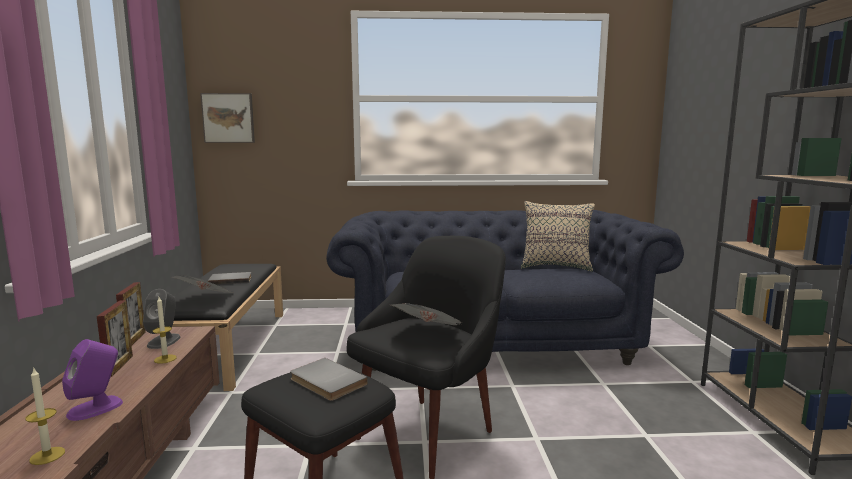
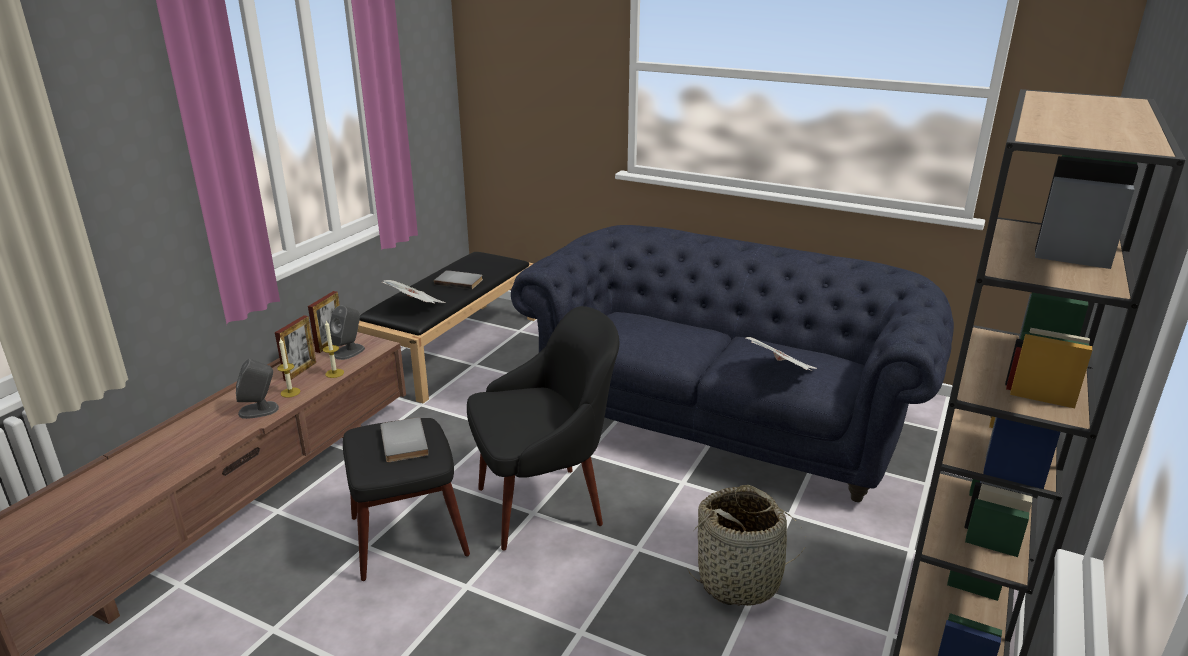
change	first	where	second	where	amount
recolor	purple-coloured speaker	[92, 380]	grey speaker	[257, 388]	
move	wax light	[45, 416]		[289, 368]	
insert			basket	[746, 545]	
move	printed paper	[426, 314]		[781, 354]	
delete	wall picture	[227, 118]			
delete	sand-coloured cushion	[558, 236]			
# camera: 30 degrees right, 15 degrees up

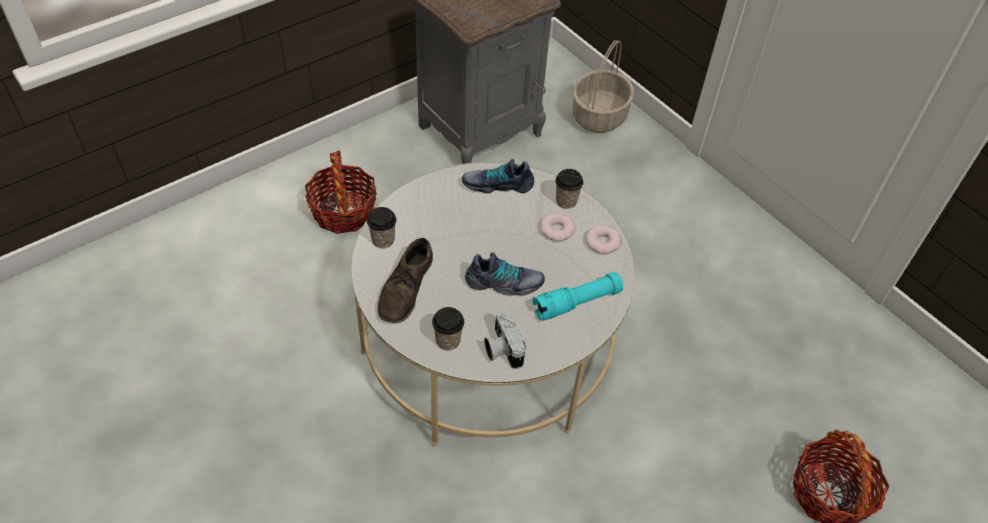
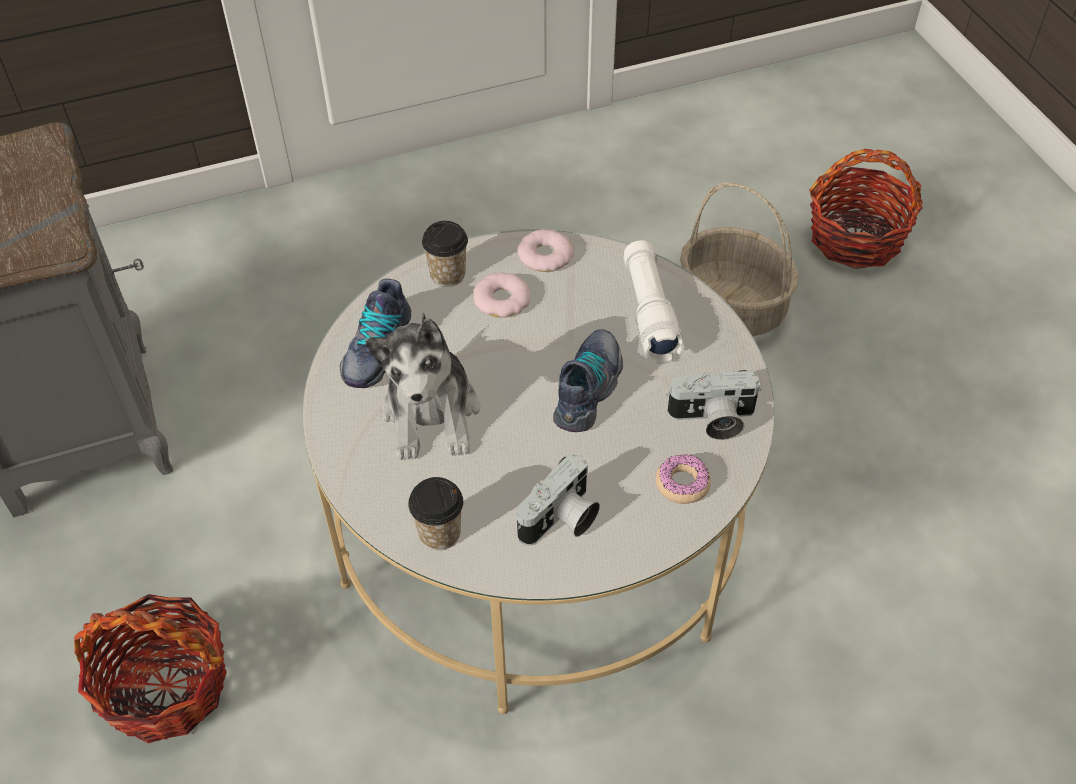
change	first	where	second	where	amount
insert			plush toy	[422, 386]	
replace	brownish item of footwear	[405, 280]	still camera	[558, 500]	
recolor	blue-green torch	[578, 296]	whitish torch	[654, 302]	
replace	cup	[448, 328]	doughnut	[683, 479]	
move	basket	[603, 86]		[739, 259]	
# camera: 70 degrees left, 0 degrees up

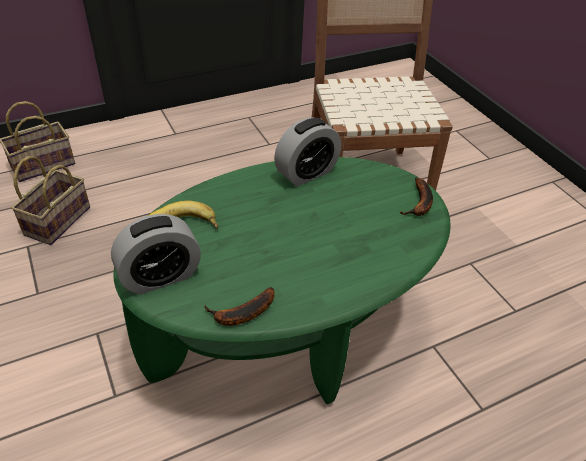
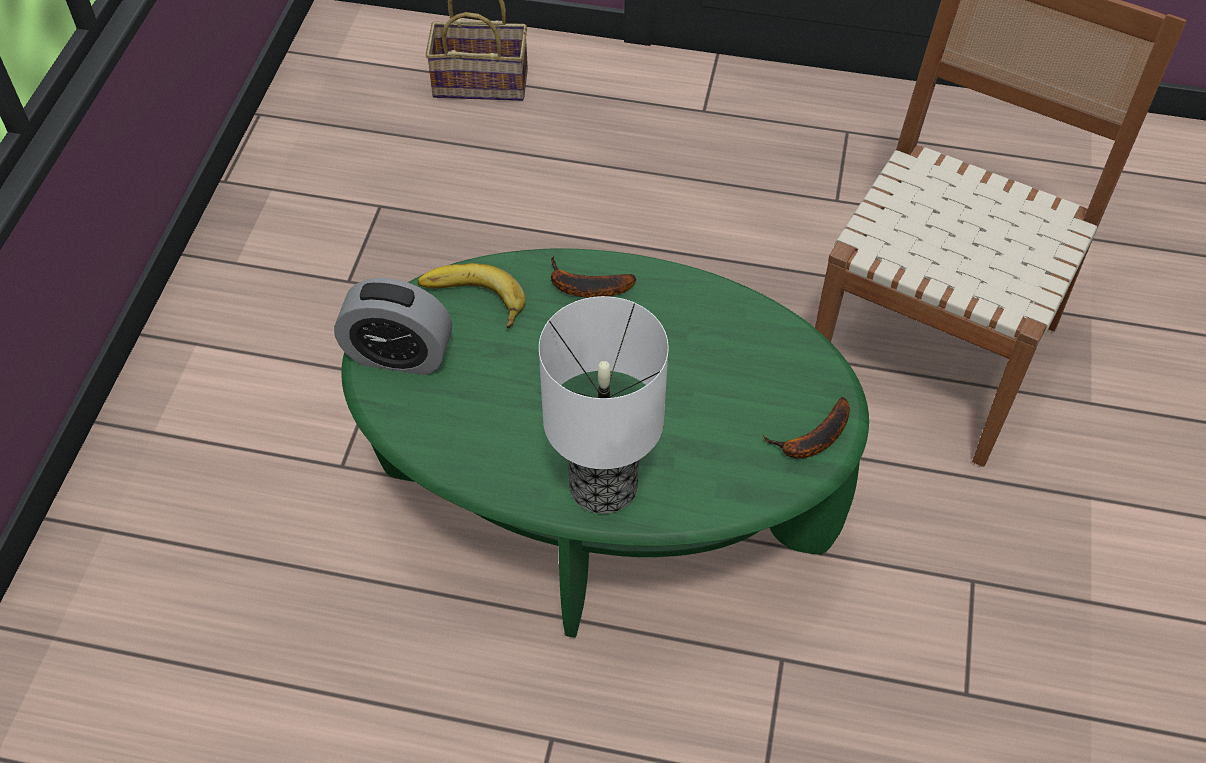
change	first	where	second	where	amount
insert			table lamp	[603, 405]	
move	banana	[239, 306]		[593, 277]	
delete	basket	[50, 200]			
delete	bedside clock	[307, 151]			
# camera: 40 degrees right, 10 degrees up

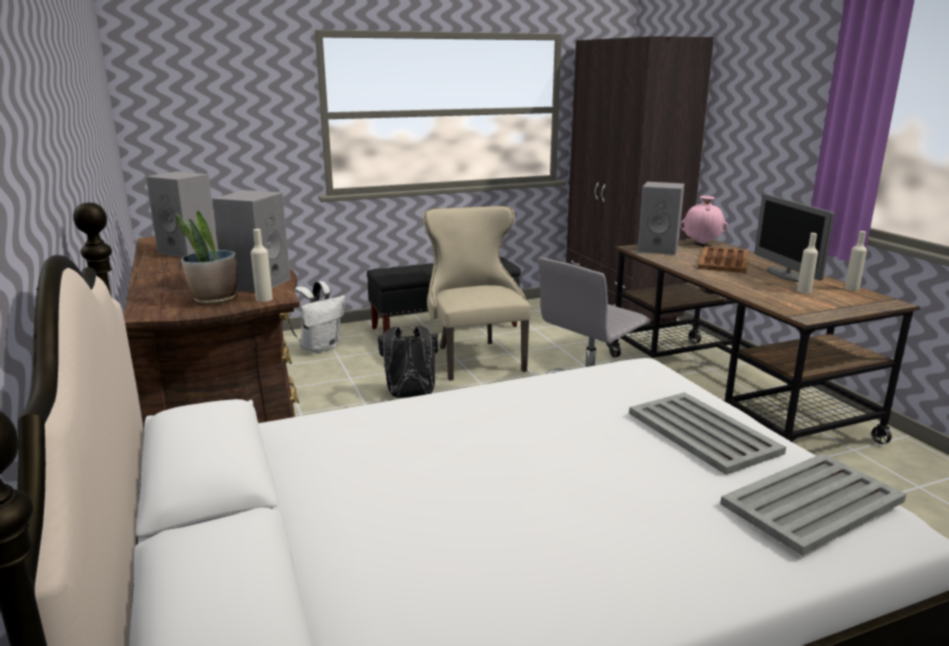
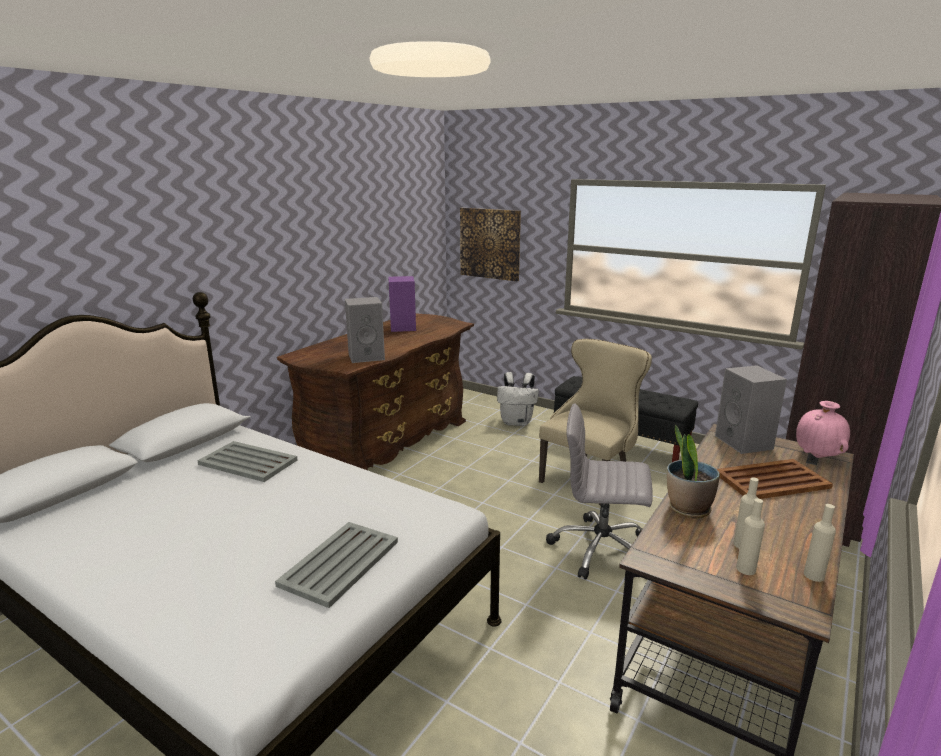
change	first	where	second	where	amount
move	grey carrying tray	[813, 504]		[247, 461]	
recolor	grey speaker	[182, 214]	purple-coloured speaker	[402, 304]	
insert			wall picture	[490, 244]	
move	plant in a pot	[206, 257]		[693, 472]	
move	sand-coloured bottle	[262, 265]		[750, 536]	
delete	black rucksack	[407, 362]			
delete	monitor	[794, 238]			
# camera: 55 degrees right, 0 degrees up

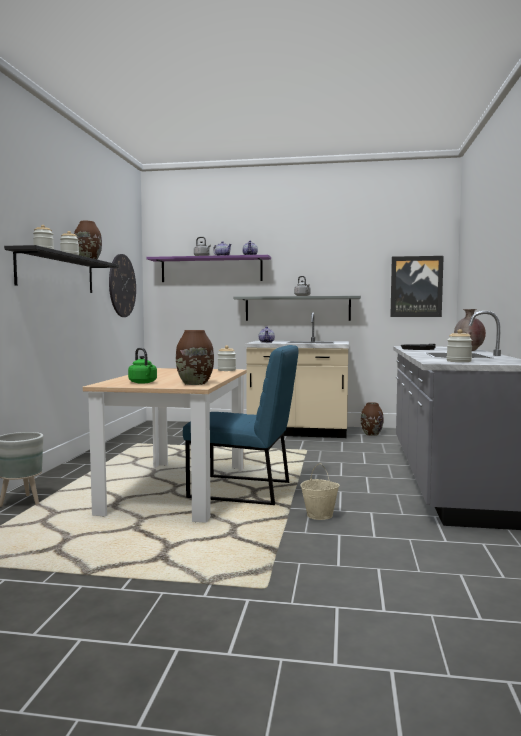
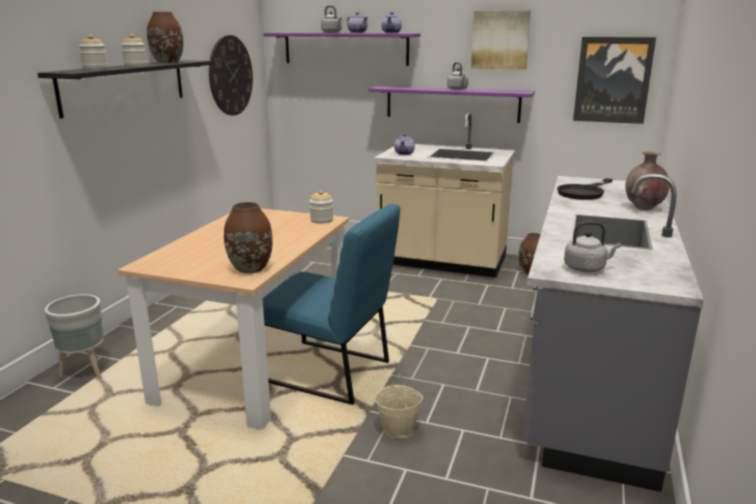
change	first	where	second	where	amount
recolor	grey shelf	[297, 308]	purple-coloured shelf	[452, 104]	
insert			wall picture	[501, 40]	
replace	preserve jar	[460, 345]	grey tea kettle	[592, 246]	
delete	green-coloured tea kettle	[142, 366]			
# camera: 10 degrees right, 15 degrees up

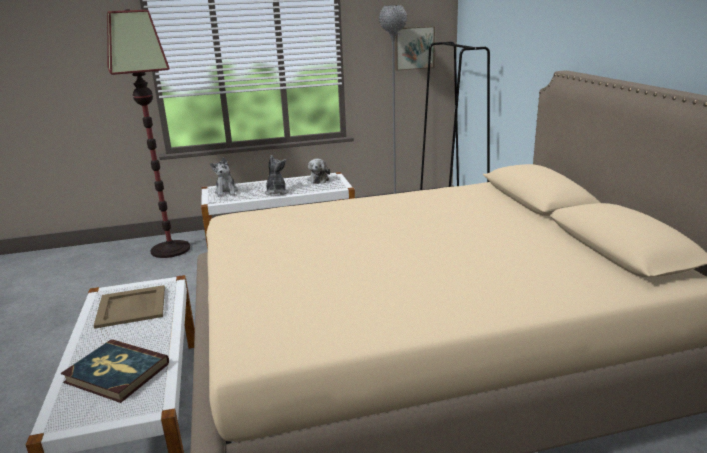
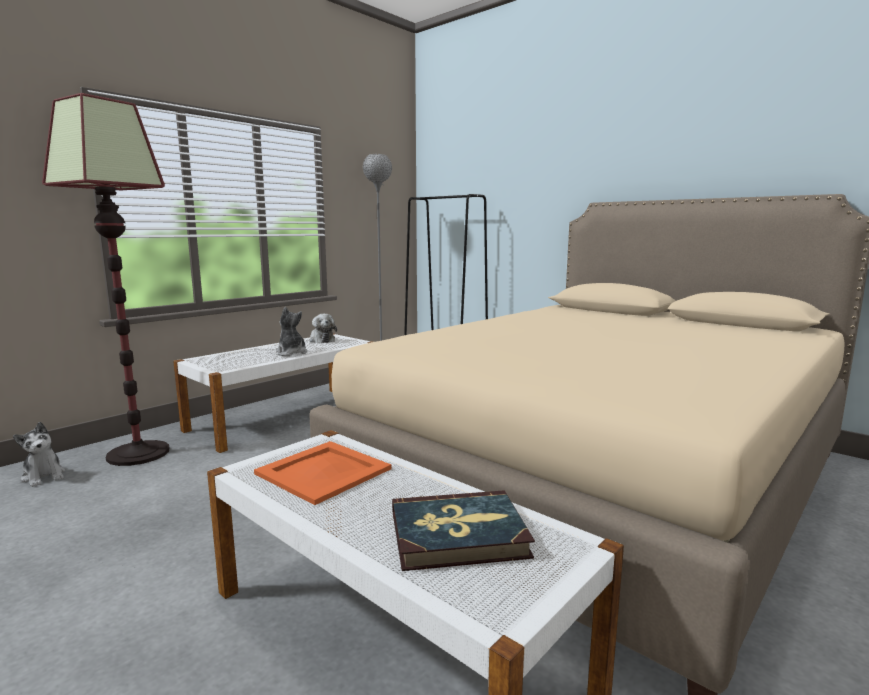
change	first	where	second	where	amount
move	plush toy	[224, 177]		[39, 454]	
recolor	sand-coloured carrying tray	[129, 307]	orangey carrying tray	[322, 473]	
delete	wall picture	[415, 48]			
# camera: 35 degrees left, 10 degrees down

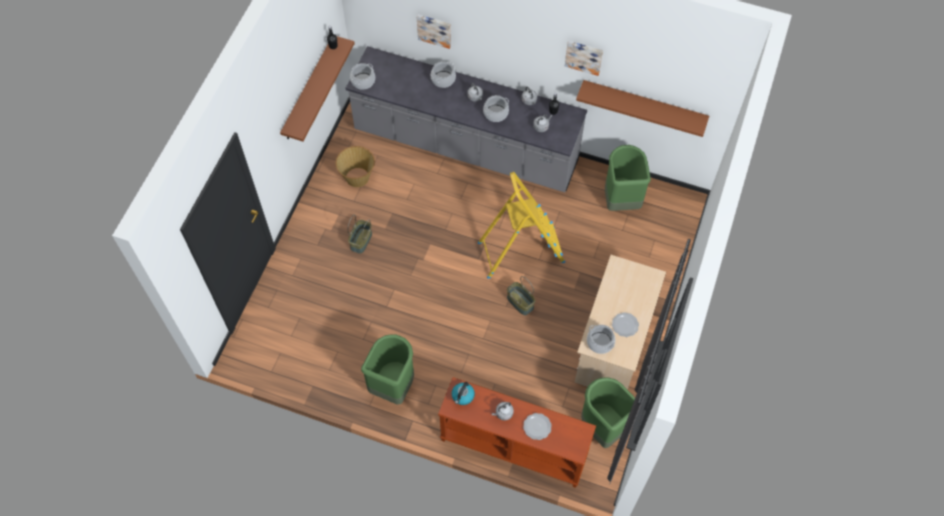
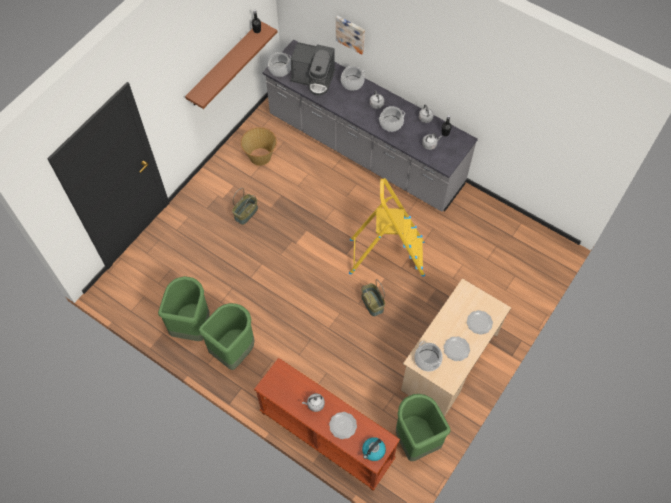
change	first	where	second	where	amount
move	green-coloured waste bin	[628, 178]		[184, 308]	
insert			coffee machine	[312, 69]	
move	tea kettle	[463, 393]		[374, 449]	
insert			plate	[480, 322]	
delete	wall picture	[584, 58]			
delete	brownish shelf	[642, 108]			
# camera: 15 degrees right, 0 degrees up

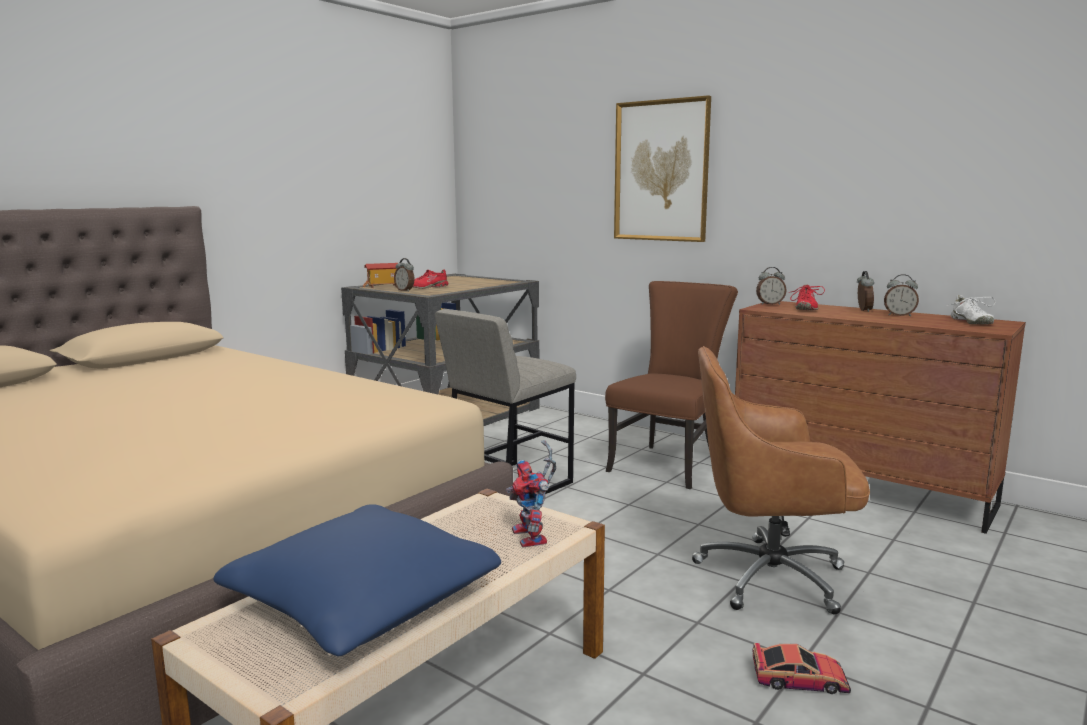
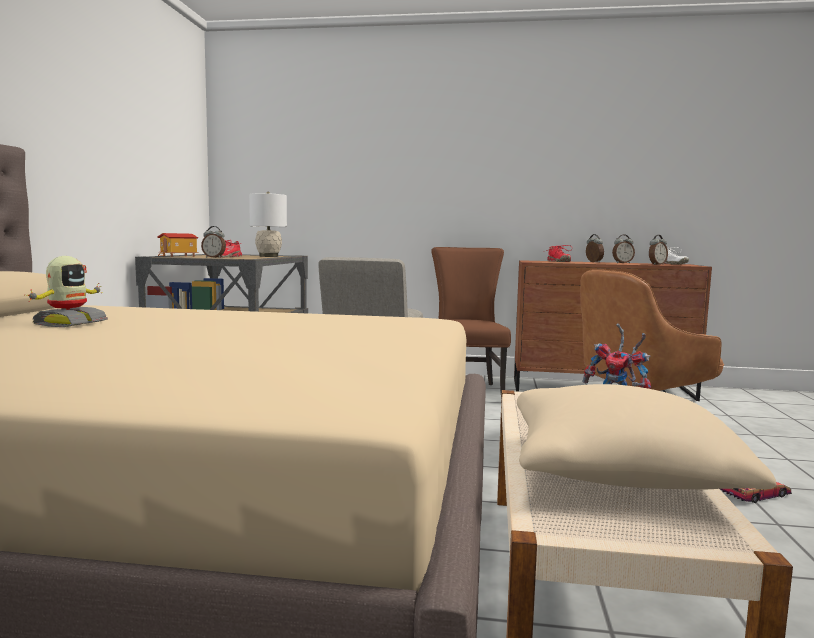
change	first	where	second	where	amount
insert			model robot	[67, 291]	
insert			whitish table lamp	[268, 224]	
recolor	blue cushion	[357, 580]	sand-coloured cushion	[646, 436]	
move	bedside clock	[771, 286]		[658, 250]	
delete	wall picture	[662, 168]			
# camera: 30 degrees left, 5 degrees down

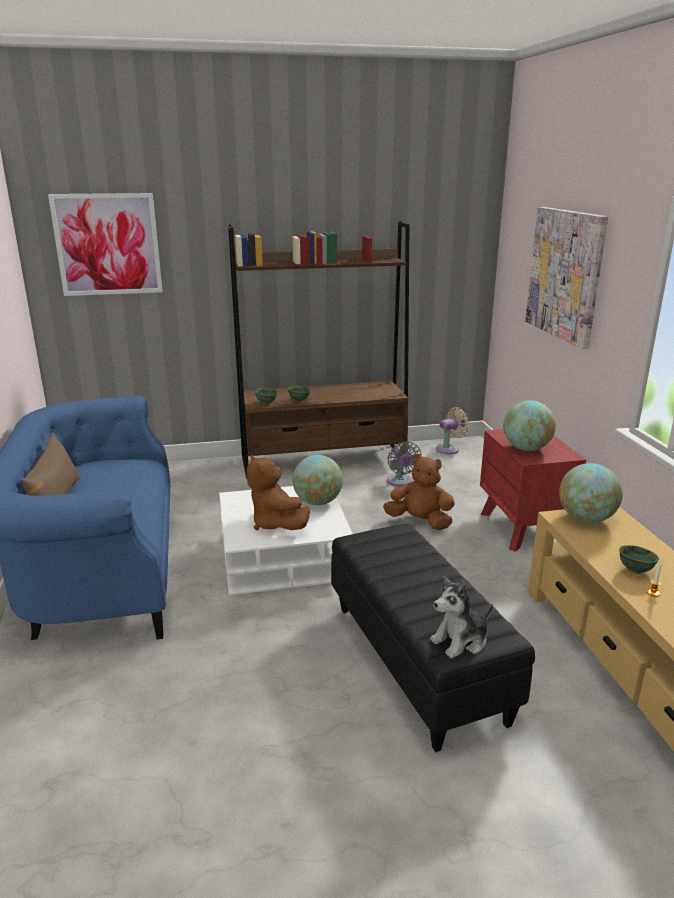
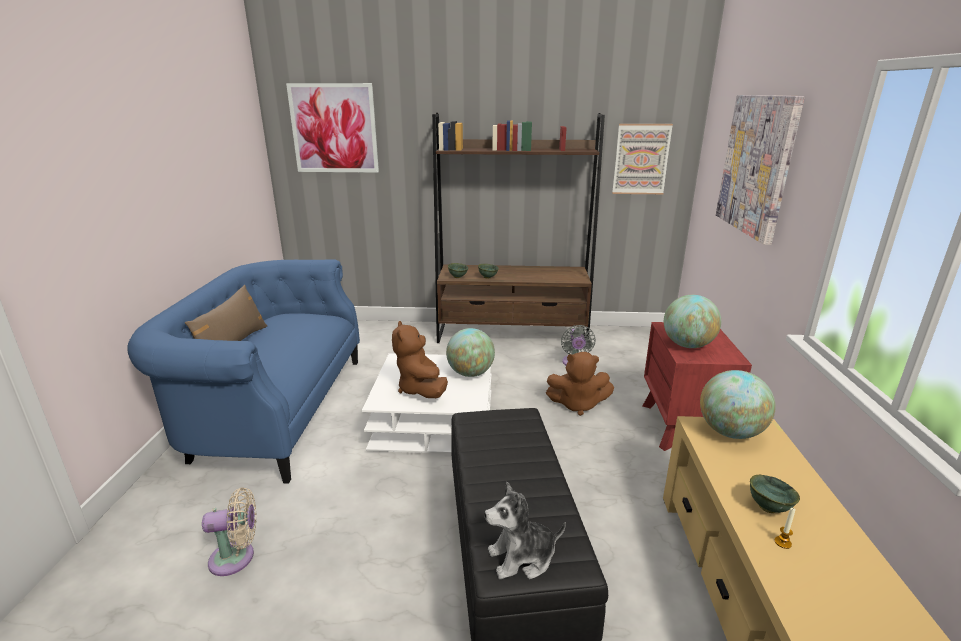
change	first	where	second	where	amount
move	sand-coloured cooling fan	[452, 430]		[229, 531]	
rotate	brownish plush toy	[419, 492]		[580, 384]	150 degrees clockwise
insert			wall picture	[642, 159]	
# camera: 15 degrees right, 0 degrees up

